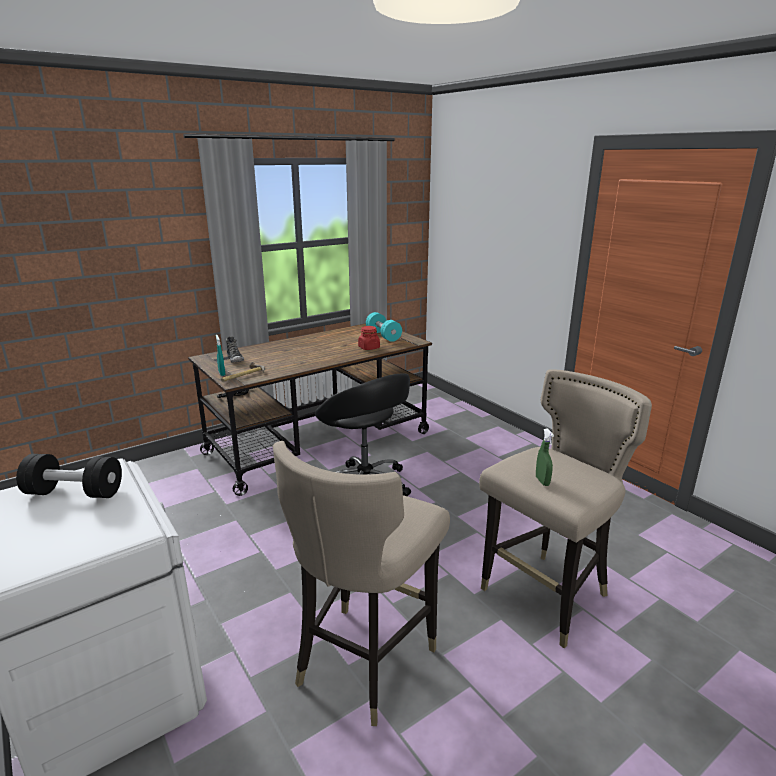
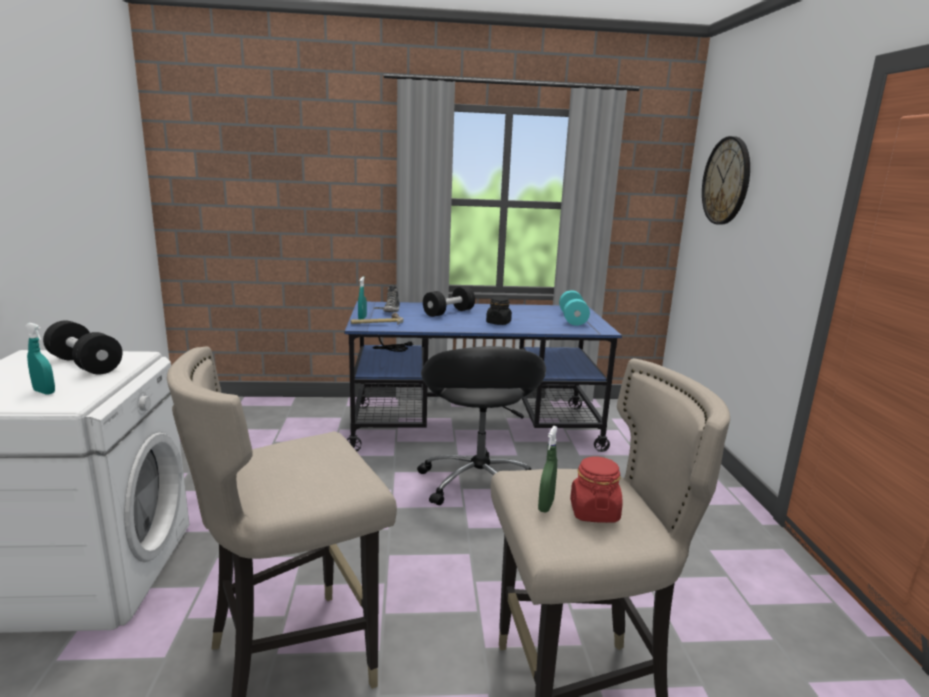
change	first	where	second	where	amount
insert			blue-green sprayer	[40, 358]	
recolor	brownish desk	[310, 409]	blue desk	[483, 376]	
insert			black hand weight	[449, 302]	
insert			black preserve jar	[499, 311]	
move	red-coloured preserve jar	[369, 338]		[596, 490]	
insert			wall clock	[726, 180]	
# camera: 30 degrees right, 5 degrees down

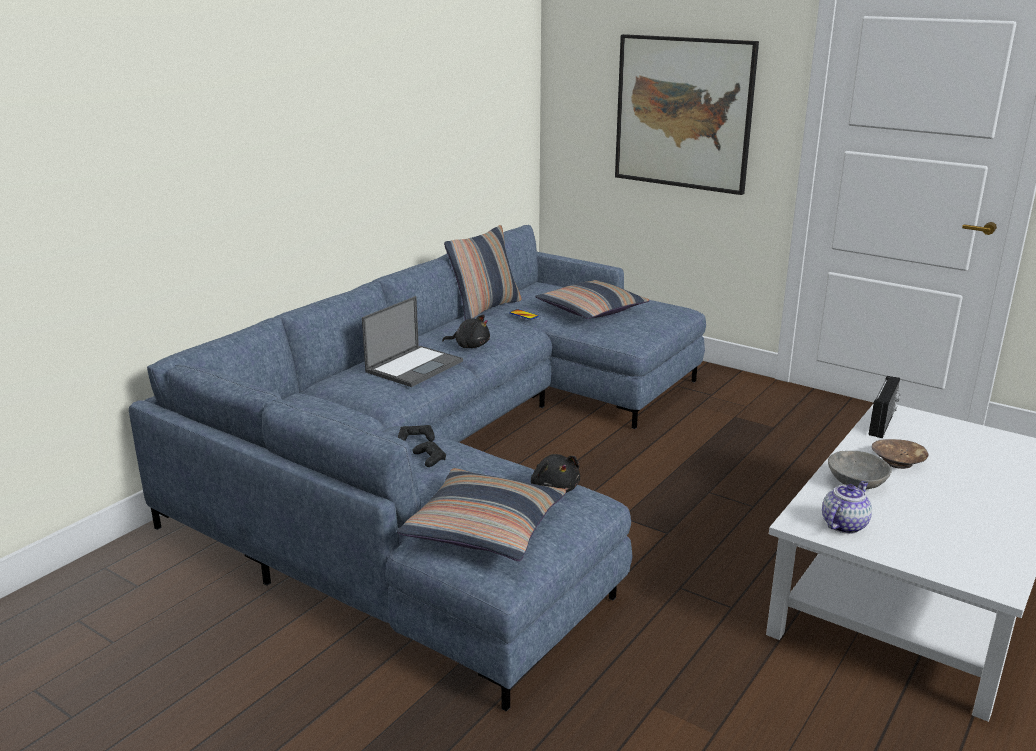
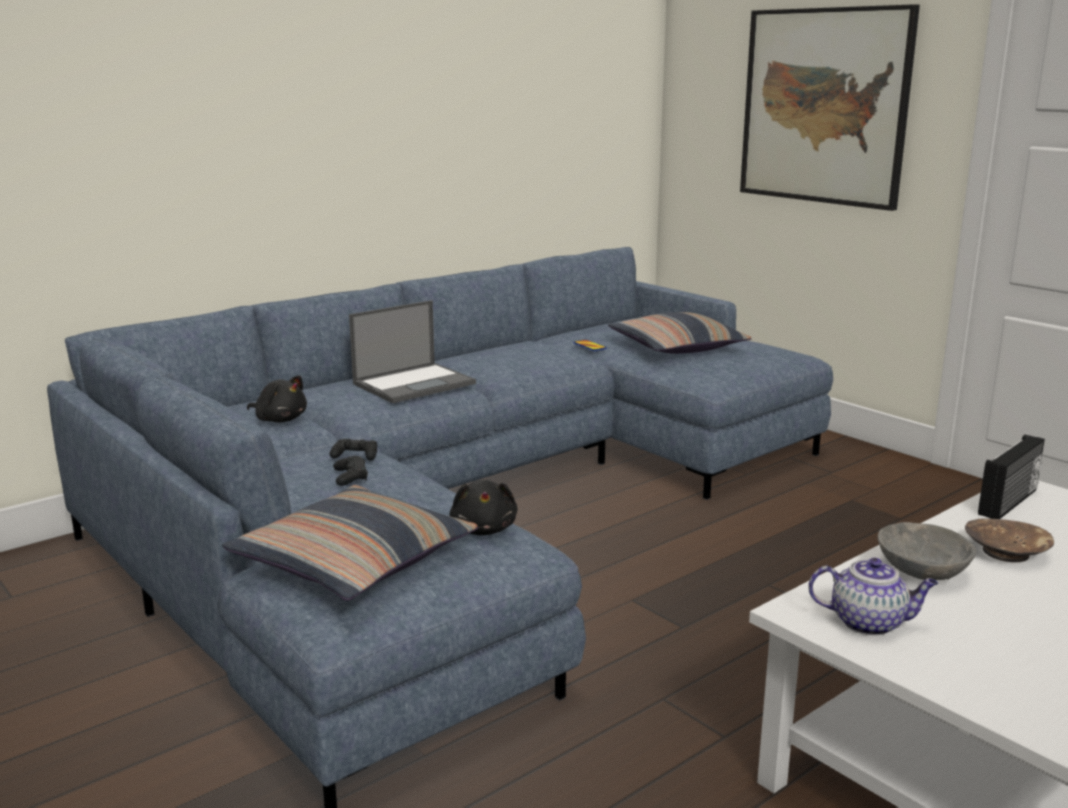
change	first	where	second	where	amount
move	black plush toy	[466, 331]		[277, 398]	
rotate	tea pot	[847, 507]		[873, 597]	45 degrees clockwise
delete	cushion	[482, 272]			
# camera: 15 degrees right, 5 degrees down

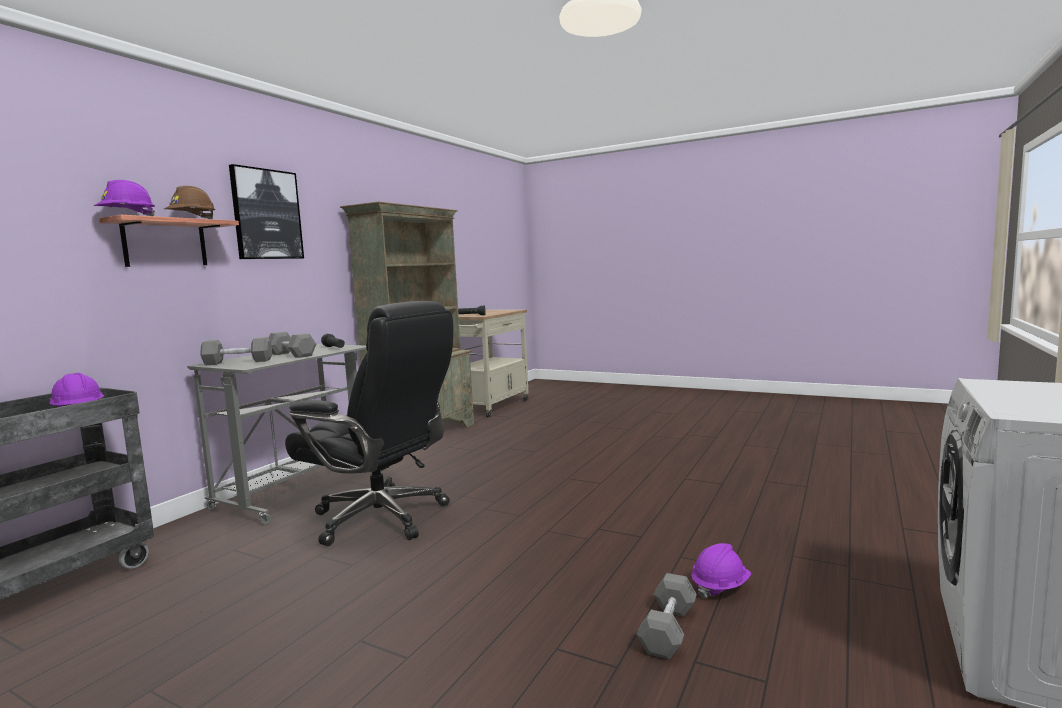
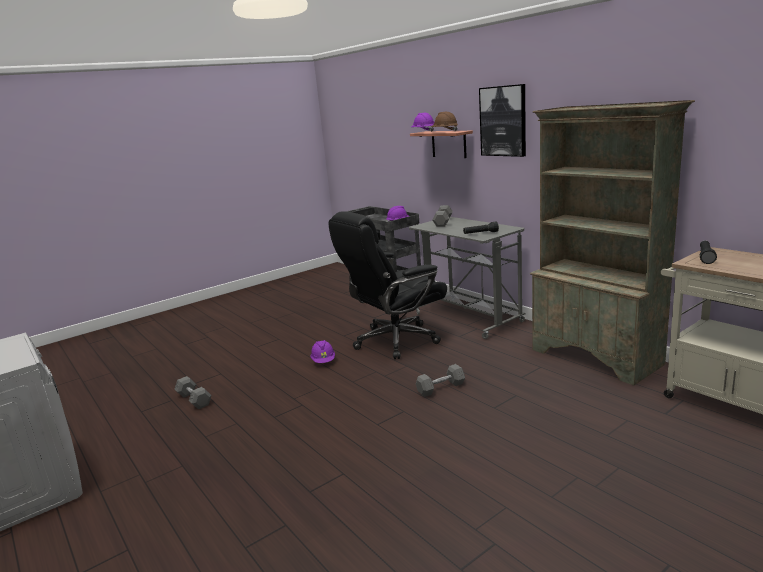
change	first	where	second	where	amount
move	purple-coloured safety helmet	[721, 570]		[323, 351]	
move	grey hand weight	[292, 345]		[440, 380]	
# camera: 115 degrees right, 10 degrees up

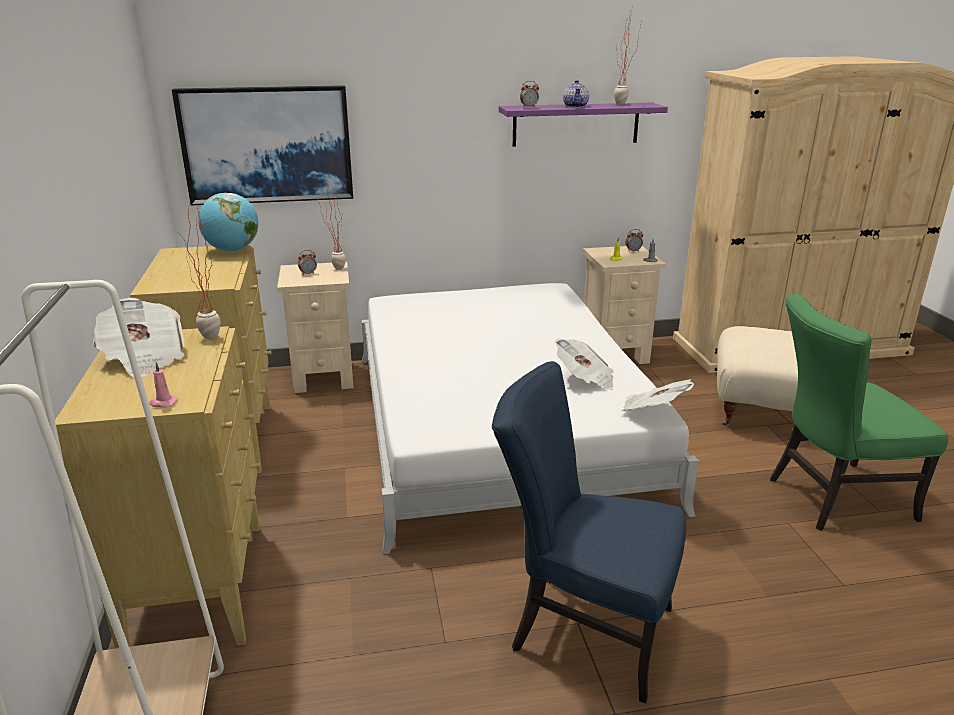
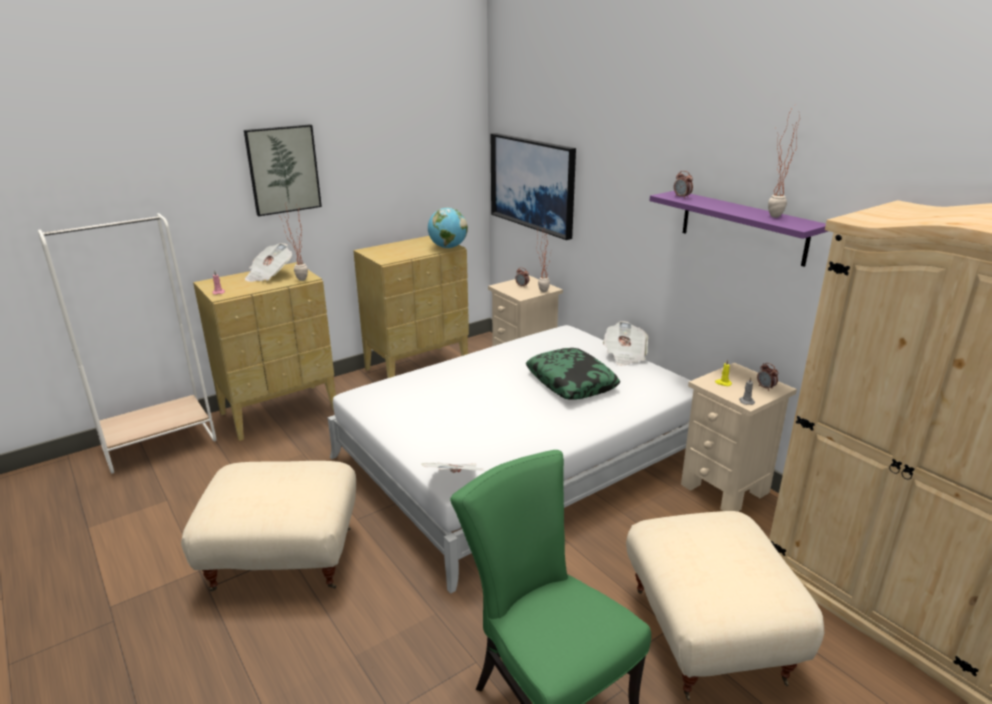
change	first	where	second	where	amount
replace	blue plain chair	[589, 532]	sand-coloured pouffe	[268, 526]	
insert			wall picture	[283, 170]	
insert			cushion	[573, 374]	
move	printed paper	[584, 364]		[625, 343]	
delete	tea pot	[576, 94]			
# camera: 65 degrees right, 0 degrees up

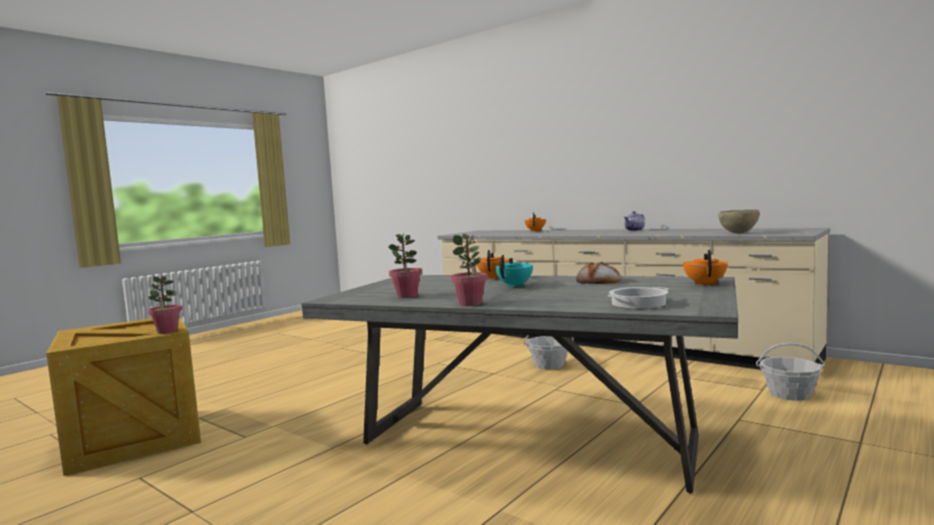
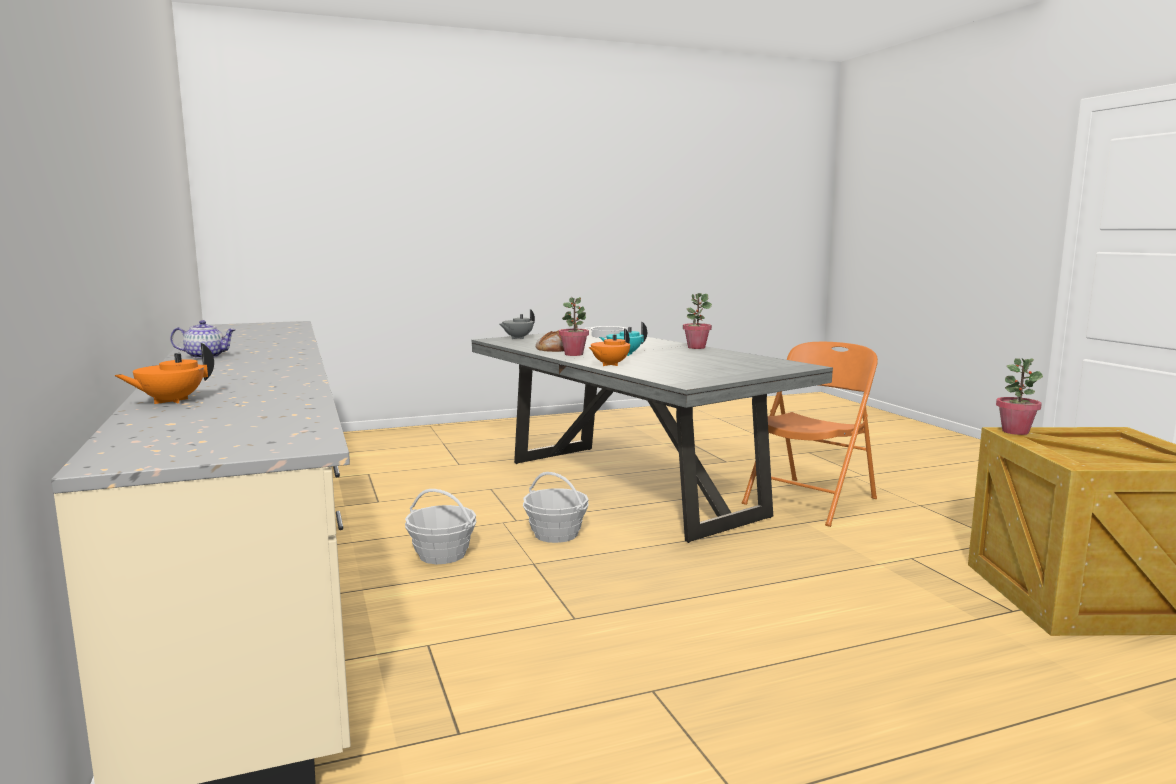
change	first	where	second	where	amount
recolor	orangey tea pot	[705, 268]	grey tea pot	[517, 324]	
move	basket	[790, 372]		[556, 507]	
move	plant in a pot	[405, 266]		[574, 326]	
insert			orangey plain chair	[810, 434]	
delete	brownish serving bowl	[739, 221]			
# camera: 150 degrees left, 5 degrees up

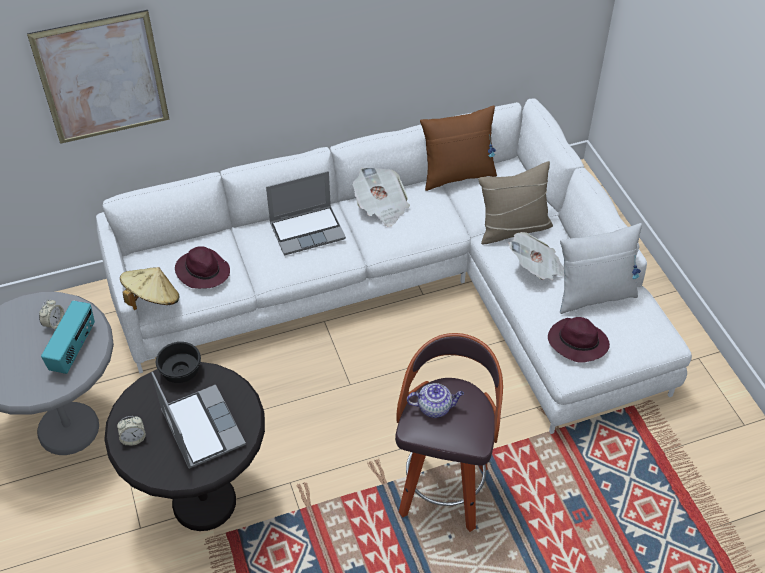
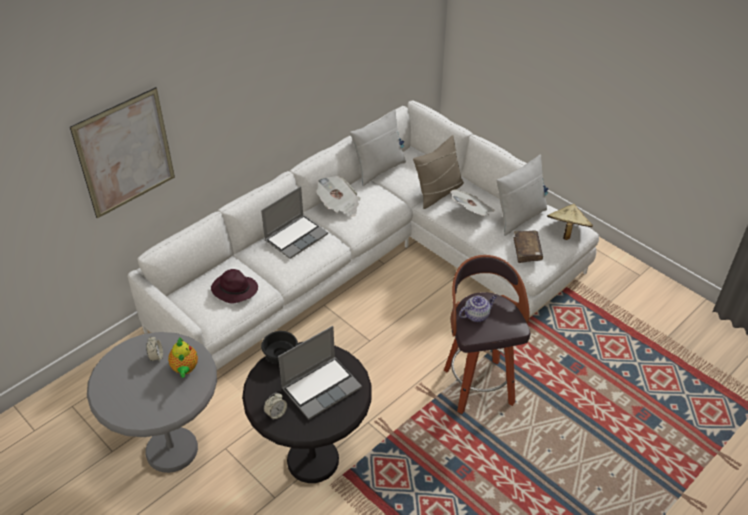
change	first	where	second	where	amount
replace	radio	[68, 337]	tea pot	[183, 357]	
rotate	portable computer	[198, 420]		[320, 373]	105 degrees clockwise
recolor	brownish cushion	[458, 148]	grey cushion	[378, 147]	
replace	purple-coloured hat	[579, 339]	brownish book	[528, 247]	
move	sand-coloured hat	[150, 289]		[570, 222]	
# camera: 25 degrees left, 5 degrees down

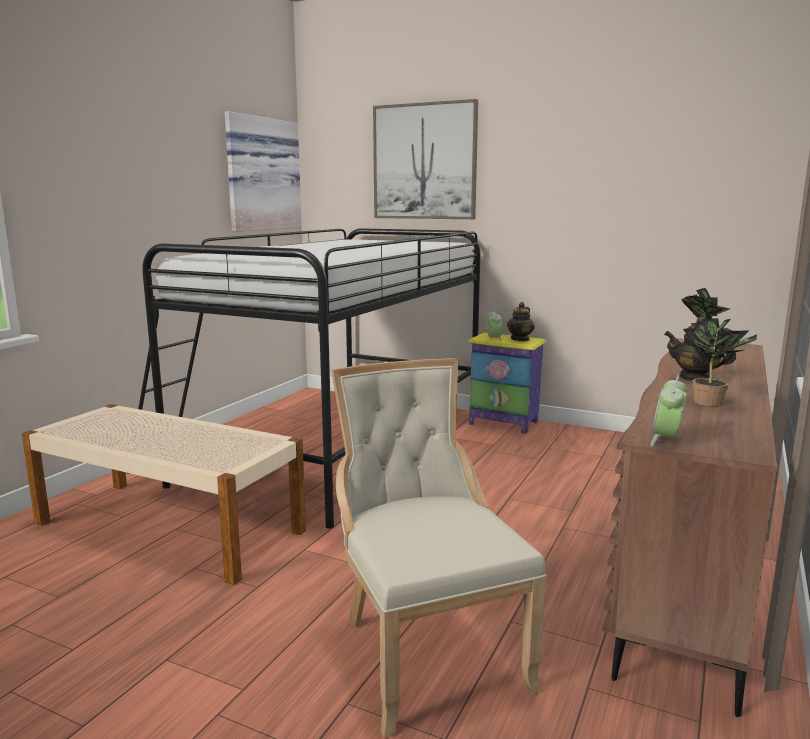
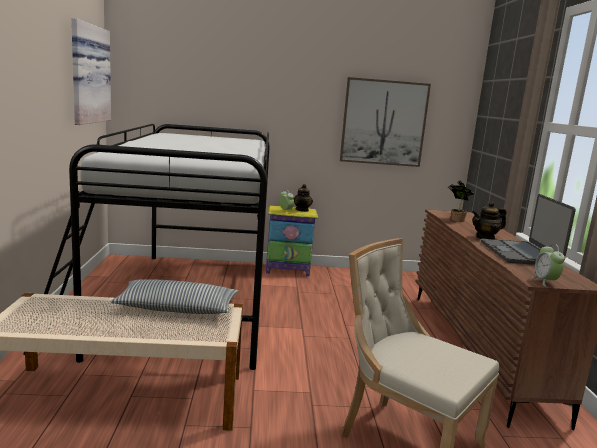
change	first	where	second	where	amount
insert			cushion	[174, 296]	
move	wall picture	[425, 159]		[385, 122]	
replace	plant in a pot	[720, 362]	portable computer	[528, 229]	
# camera: 30 degrees left, 0 degrees up

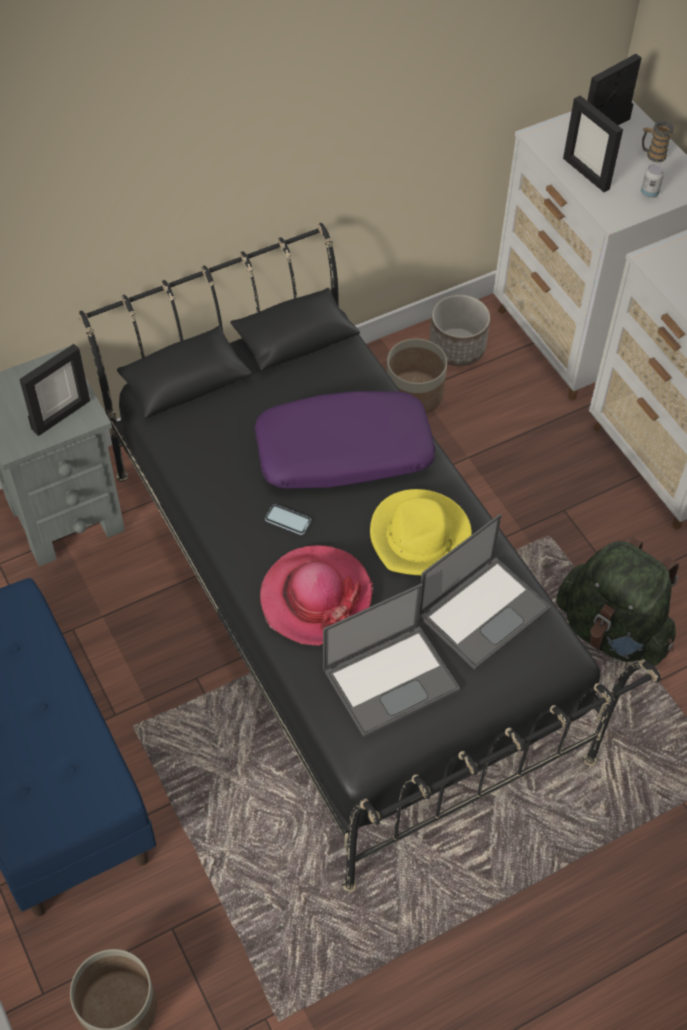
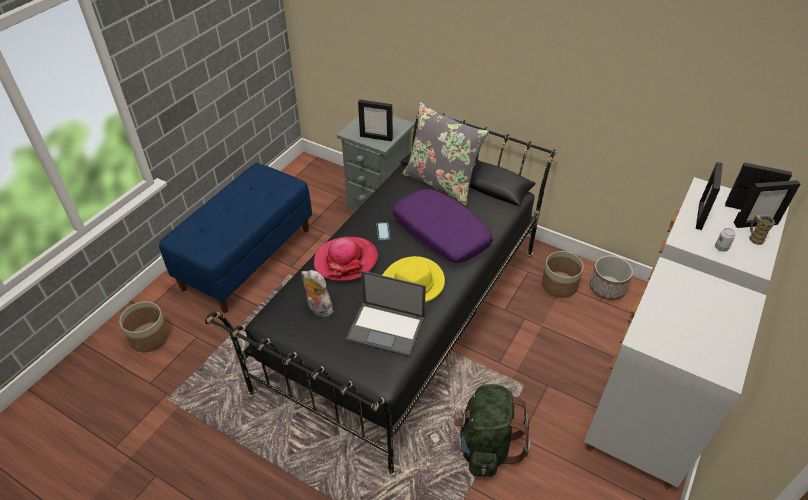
change	first	where	second	where	amount
replace	portable computer	[391, 660]	plush toy	[317, 293]	
insert			grey cushion	[445, 154]	
insert			photo frame	[767, 204]	
# camera: 60 degrees right, 10 degrees down

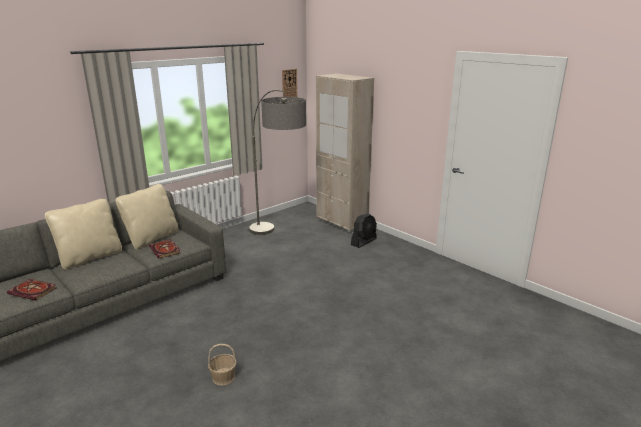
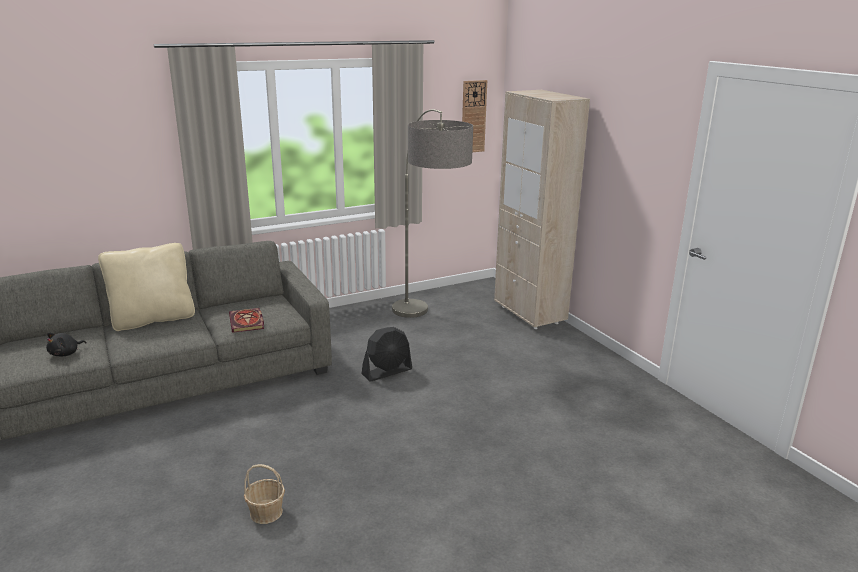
change	first	where	second	where	amount
replace	book	[32, 290]	black plush toy	[66, 344]	
move	black cooling fan	[364, 230]		[386, 354]	
delete	sand-coloured cushion	[146, 217]			
# camera: 15 degrees right, 0 degrees up

